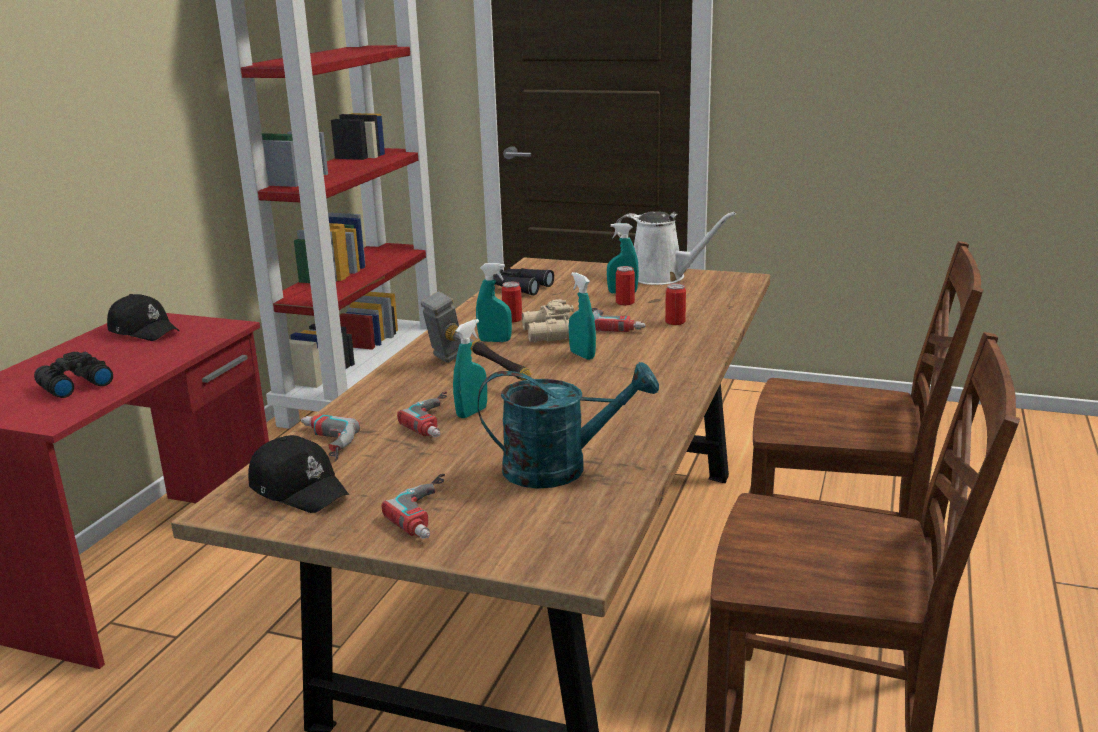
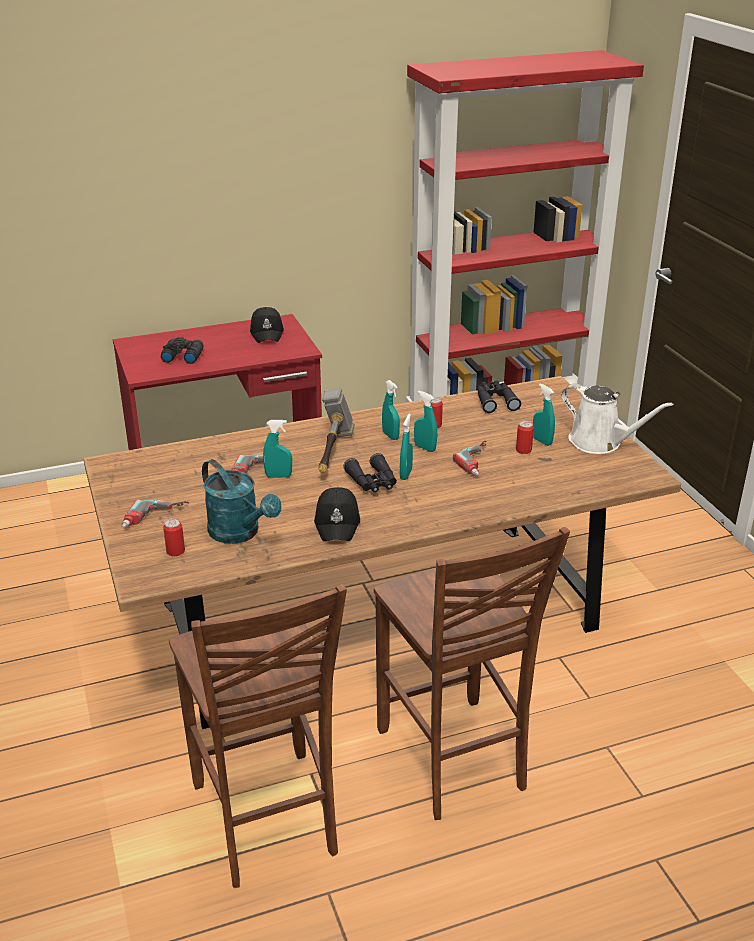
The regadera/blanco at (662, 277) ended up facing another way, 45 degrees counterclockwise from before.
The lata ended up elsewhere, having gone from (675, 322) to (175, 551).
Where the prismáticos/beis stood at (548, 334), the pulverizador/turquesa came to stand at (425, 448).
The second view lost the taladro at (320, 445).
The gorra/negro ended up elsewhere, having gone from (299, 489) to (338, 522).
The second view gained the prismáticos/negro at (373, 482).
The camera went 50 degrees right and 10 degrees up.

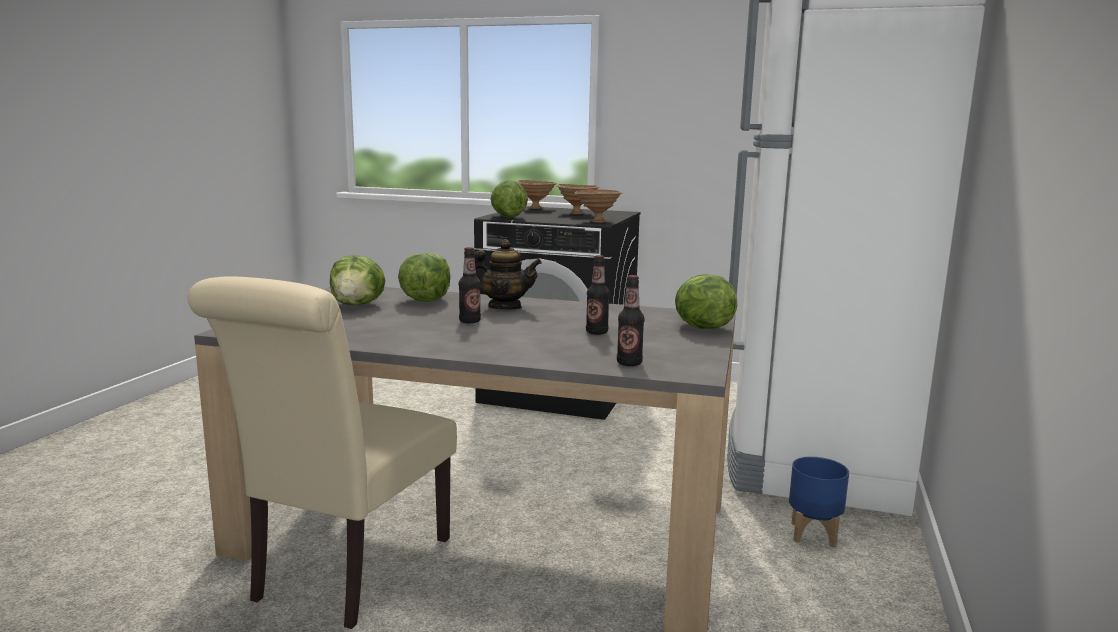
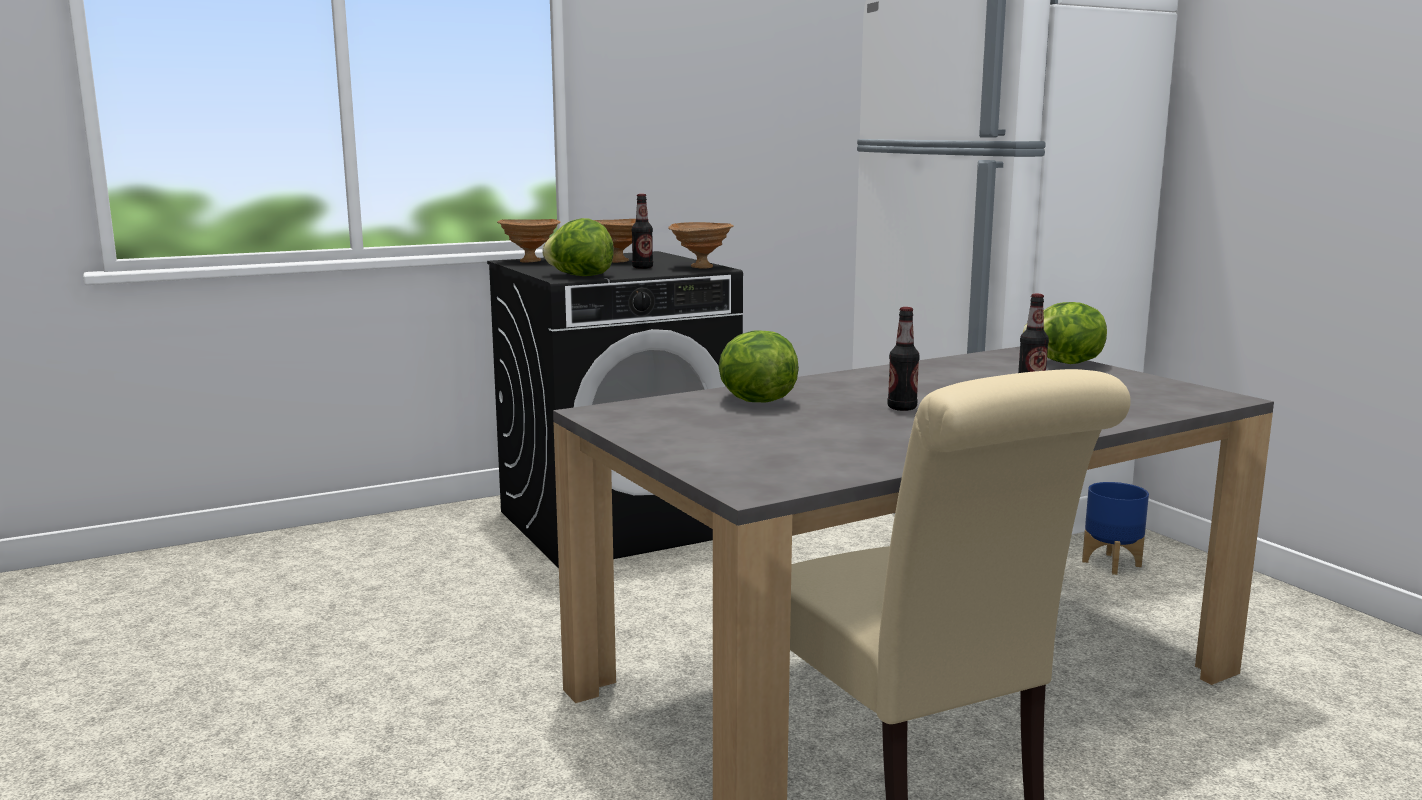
The second view lost the tetera at (504, 307).
The second view lost the lechuga at (358, 305).
The botella ended up elsewhere, having gone from (629, 363) to (642, 267).
The camera went 45 degrees left and 0 degrees up.

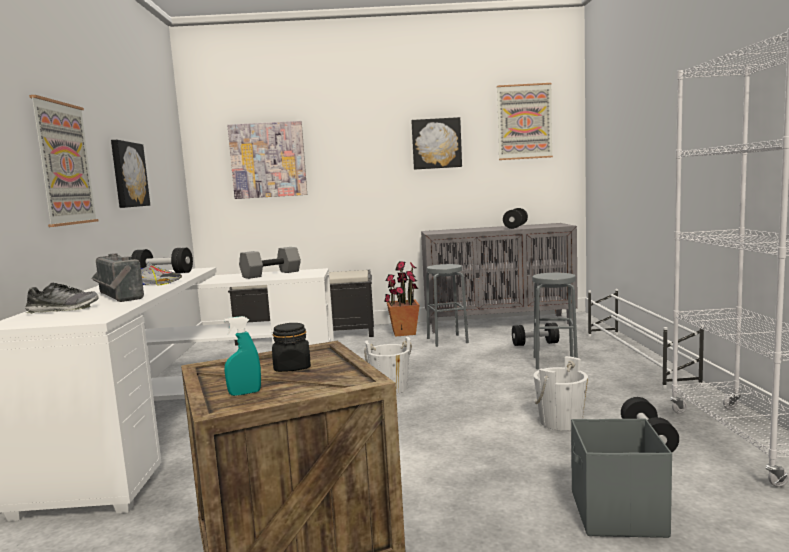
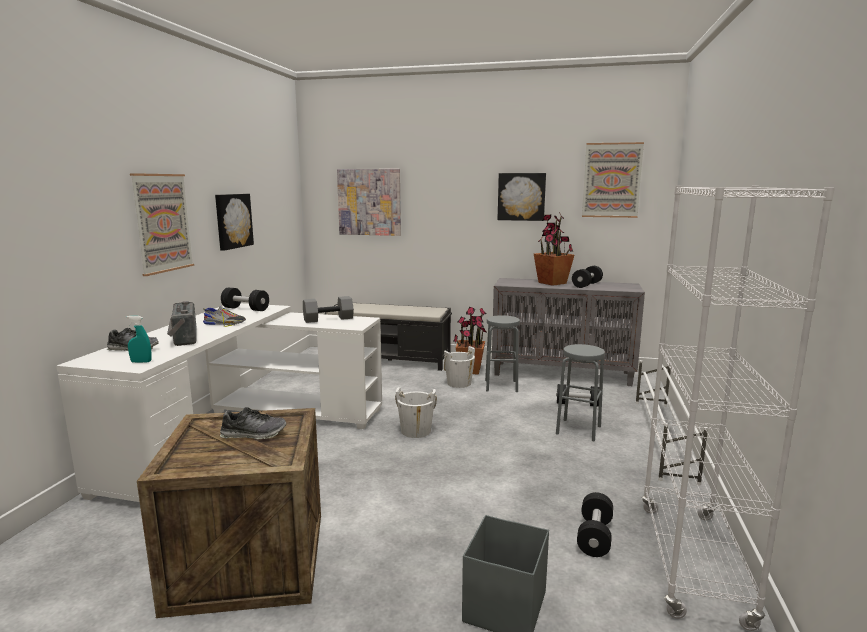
The pulverizador/turquesa ended up elsewhere, having gone from (245, 393) to (141, 362).
Where the tarro/negro stood at (292, 367), the zapato came to stand at (253, 434).
The cubo/blanco ended up elsewhere, having gone from (561, 422) to (459, 383).
The second view gained the planta en maceta at (552, 283).
The camera went 15 degrees right and 5 degrees up.

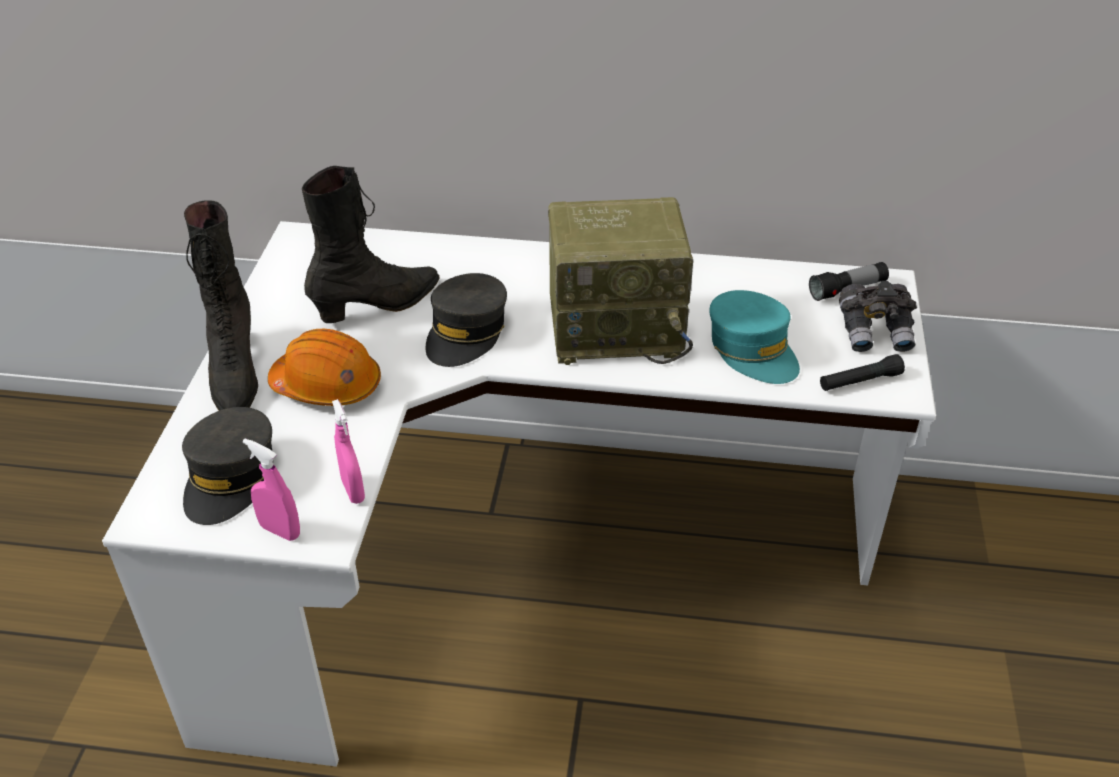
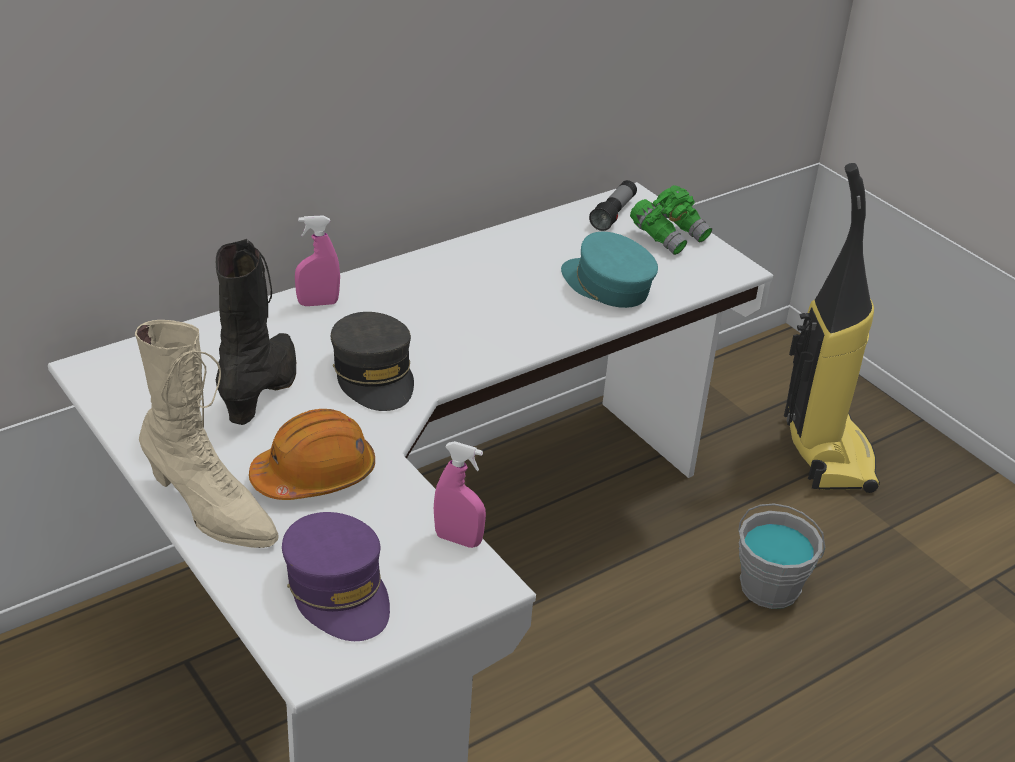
The second view lost the radio at (617, 328).
What was the bota/negro at (234, 373) turned into the bota/beis at (209, 510).
What was the prismáticos/gris at (875, 332) turned into the prismáticos/verde at (669, 236).
The gorra/turquesa at (752, 350) ended up facing another way, 150 degrees counterclockwise from before.
The second view lost the linterna/negro at (859, 381).
What was the gorra/gris at (230, 477) turned into the gorra/morado at (338, 590).
The pulverizador/rosa ended up elsewhere, having gone from (280, 530) to (318, 303).
The second view gained the aspiradora at (824, 453).
The second view gained the cubo/gris at (770, 587).
The camera went 45 degrees left and 5 degrees down.

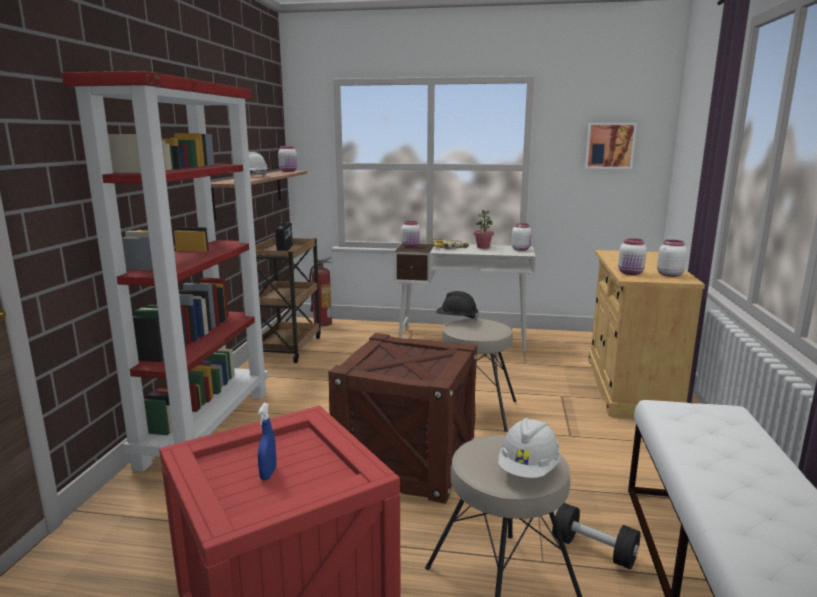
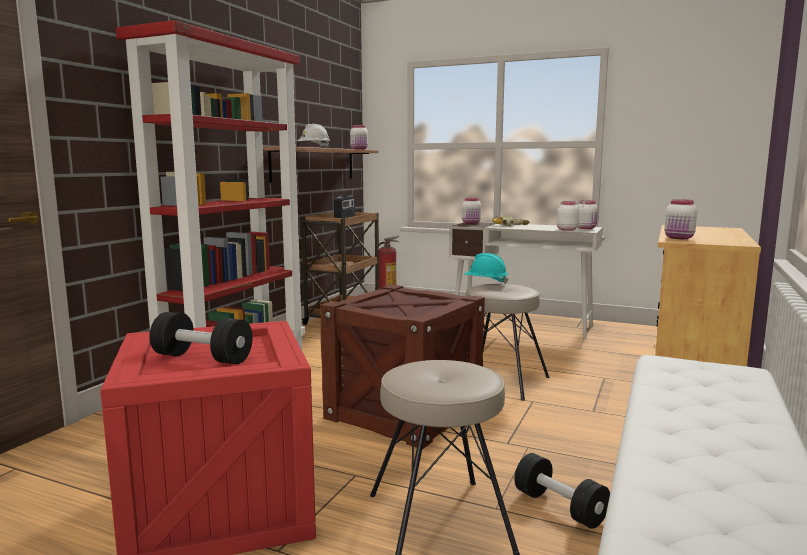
The second view lost the cuadro at (609, 145).
The second view lost the planta en maceta at (483, 247).
The tarro/blanco ended up elsewhere, having gone from (668, 275) to (566, 229).
What was the casco/negro at (456, 319) turned into the casco/turquesa at (485, 282).
Where the pulverizador/azul stood at (268, 473), the mancuerna/negro came to stand at (202, 358).
The second view lost the casco/blanco at (528, 469).
The camera went 15 degrees right and 5 degrees down.

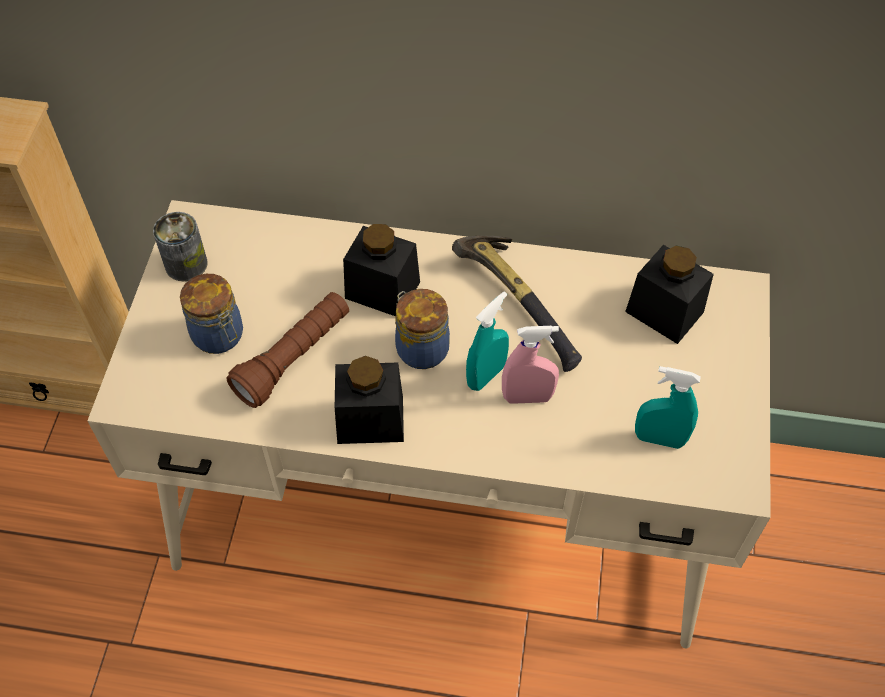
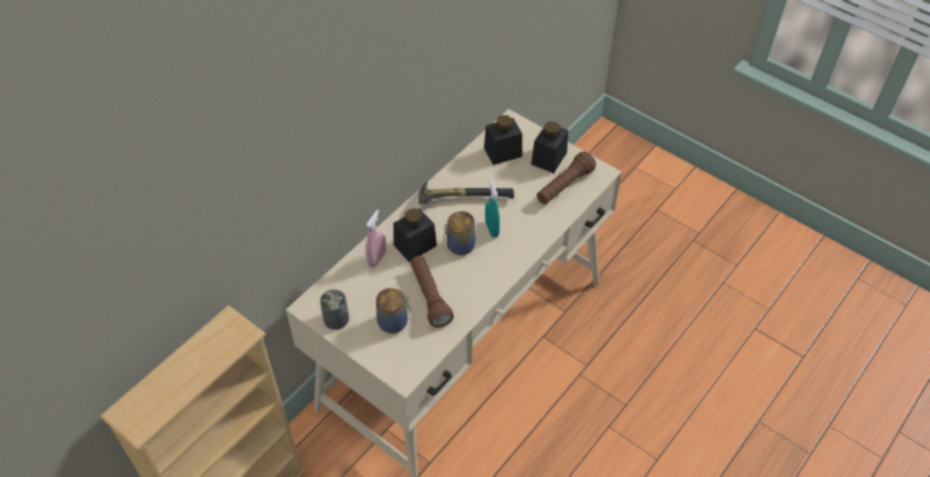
The pulverizador/rosa ended up elsewhere, having gone from (527, 397) to (377, 259).
The tarro/negro ended up elsewhere, having gone from (370, 420) to (549, 158).
Where the pulverizador/turquesa stood at (659, 439), the linterna/marrón came to stand at (564, 186).
The camera went 60 degrees left and 5 degrees down.

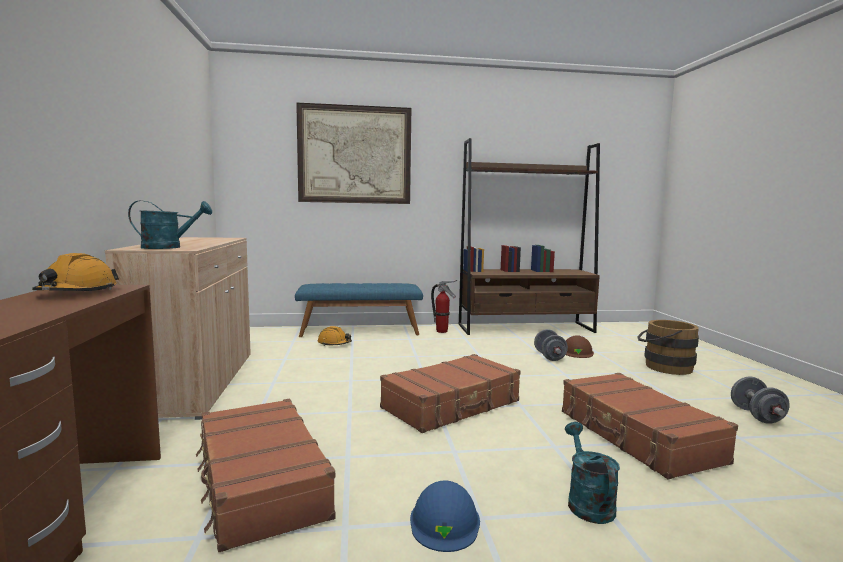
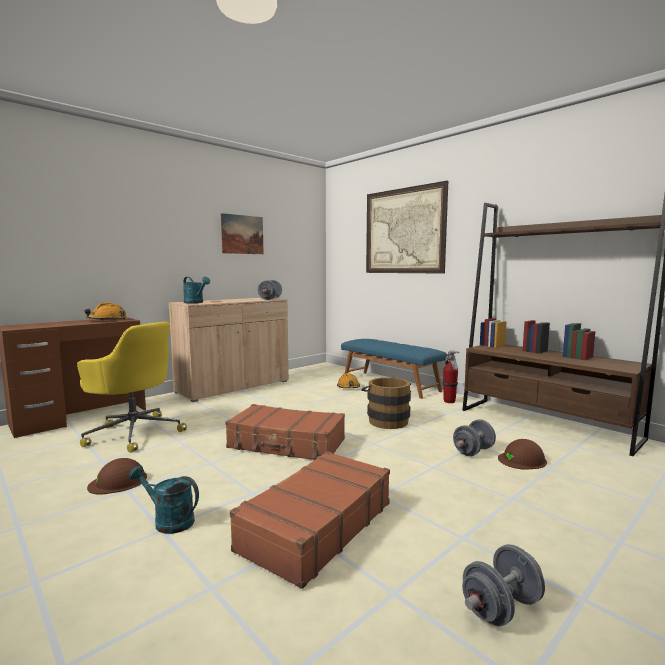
The cubo/marrón ended up elsewhere, having gone from (663, 367) to (386, 420).
Where the maleta/marrón stood at (260, 483), the silla de oficina/amarillo came to stand at (134, 433).
The regadera/turquesa at (587, 502) ended up facing another way, 120 degrees counterclockwise from before.
What was the casco/azul at (445, 521) turned into the casco/marrón at (118, 482).
The second view gained the cuadro at (242, 234).
The second view gained the mancuerna/gris at (270, 299).
The camera went 55 degrees right and 0 degrees up.

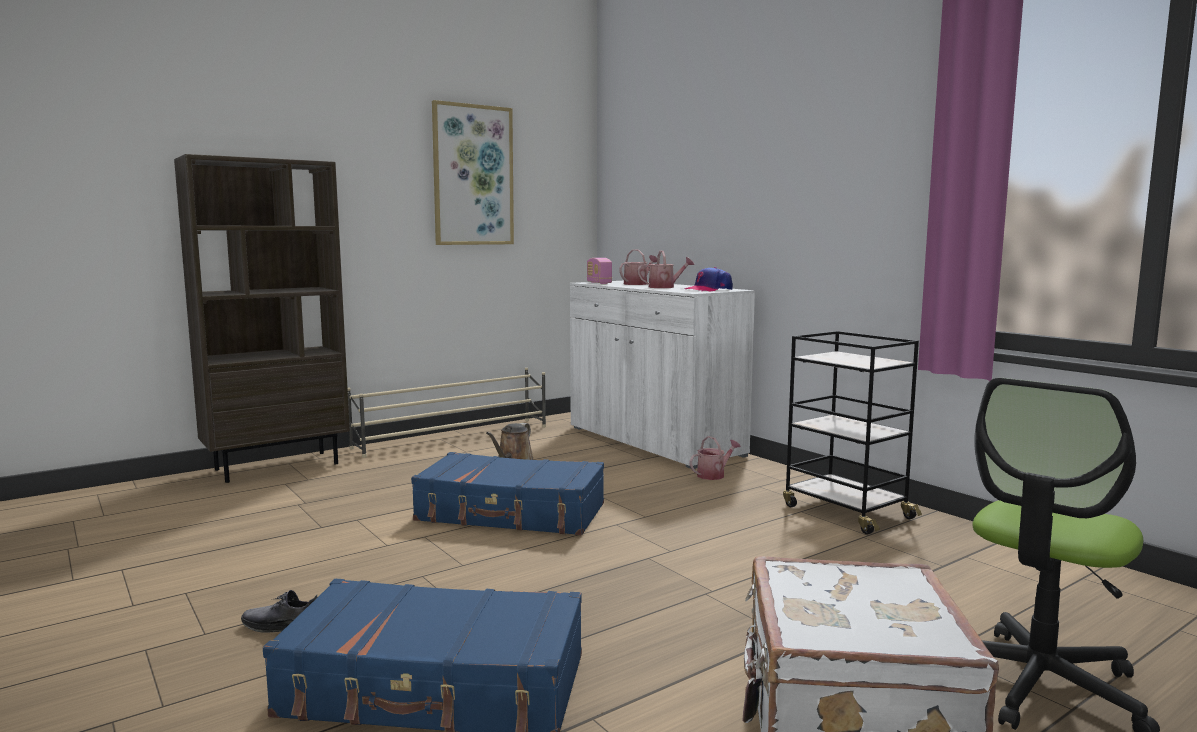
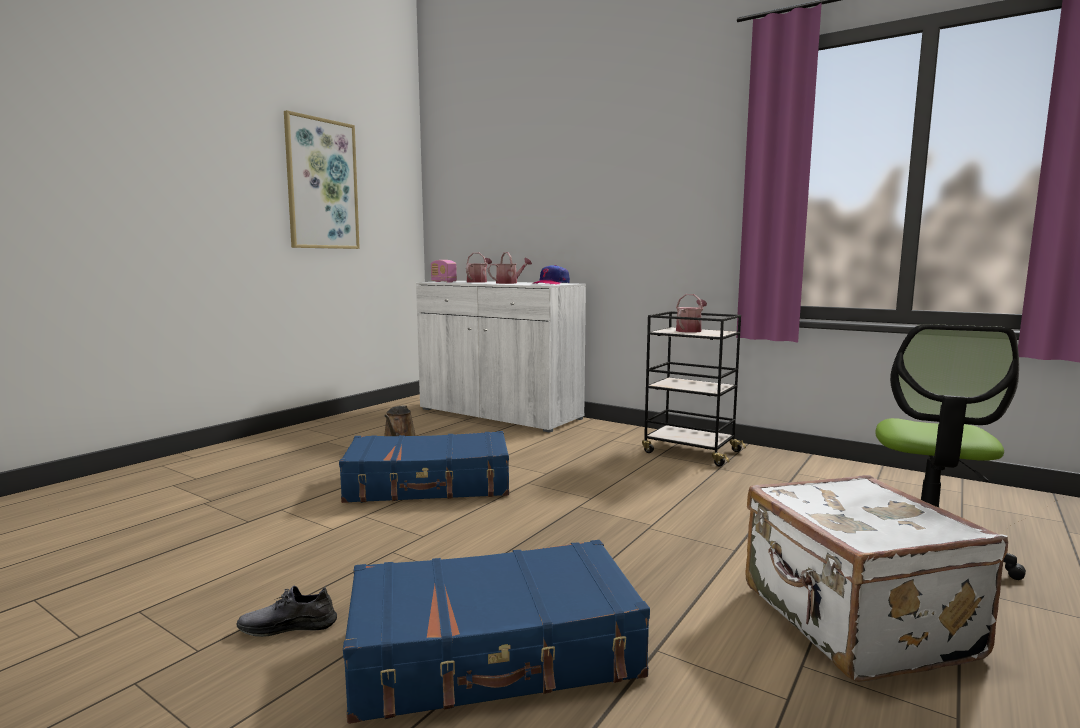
The second view lost the estantería/marrón at (278, 466).
The second view lost the zapatero/beis at (454, 437).
The regadera ended up elsewhere, having gone from (714, 475) to (690, 330).
The camera went 20 degrees left and 0 degrees up.

